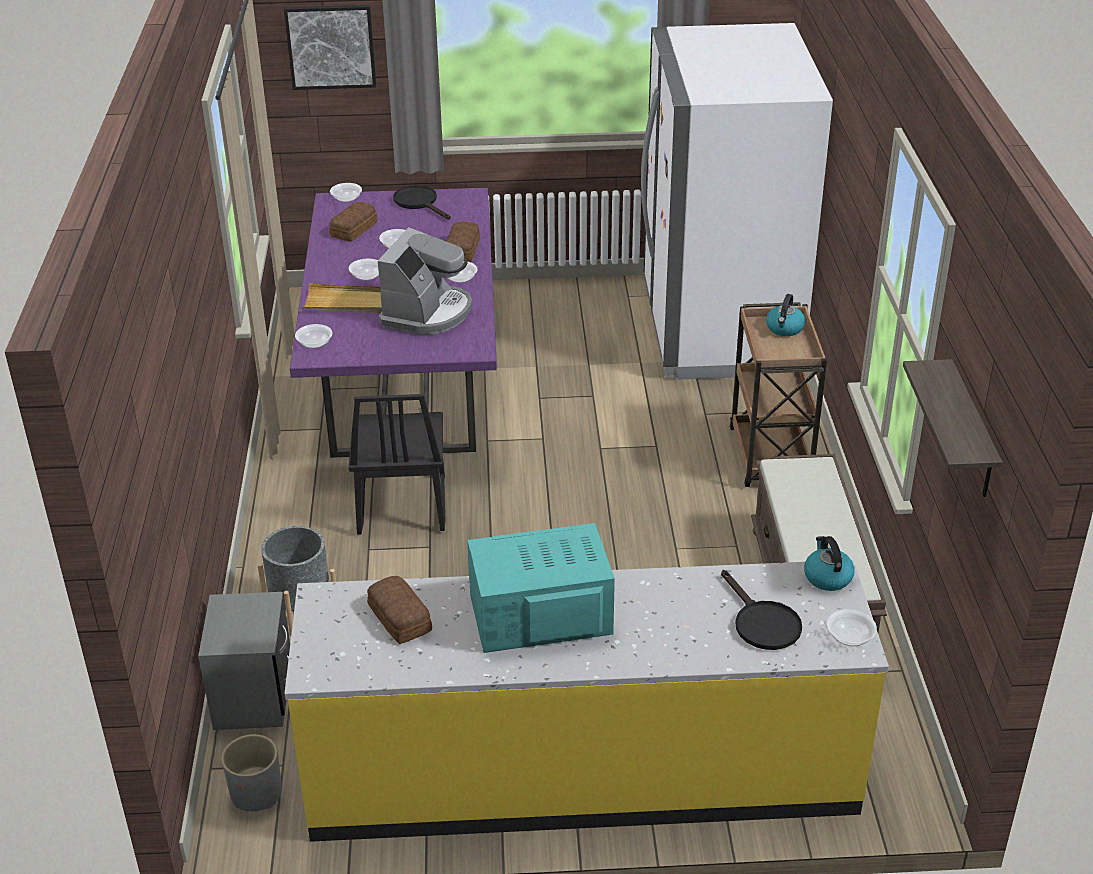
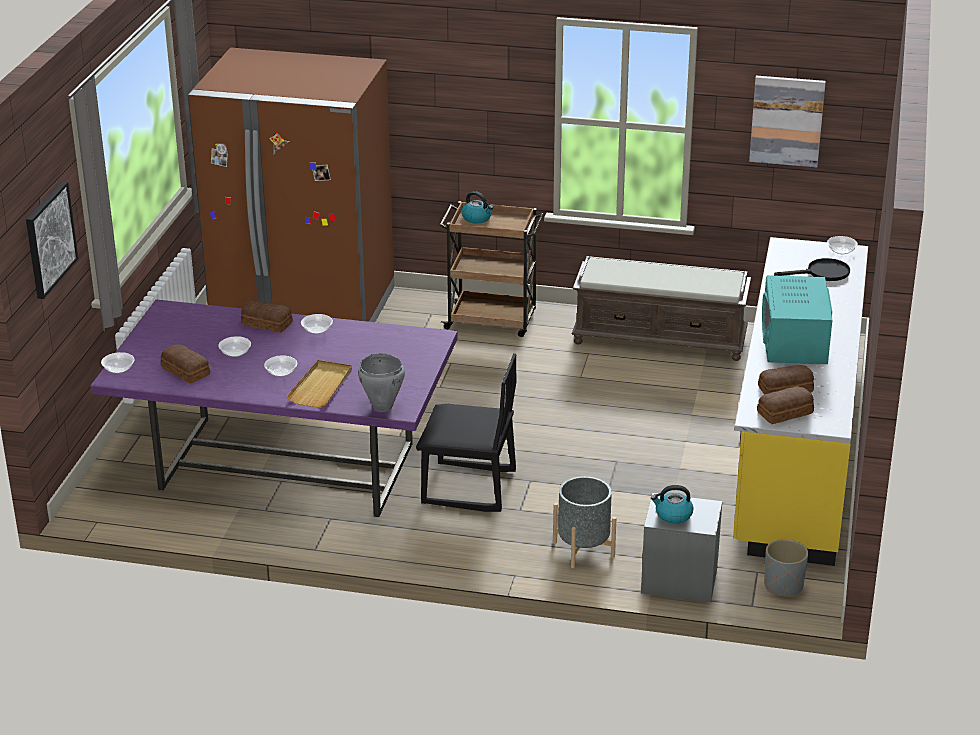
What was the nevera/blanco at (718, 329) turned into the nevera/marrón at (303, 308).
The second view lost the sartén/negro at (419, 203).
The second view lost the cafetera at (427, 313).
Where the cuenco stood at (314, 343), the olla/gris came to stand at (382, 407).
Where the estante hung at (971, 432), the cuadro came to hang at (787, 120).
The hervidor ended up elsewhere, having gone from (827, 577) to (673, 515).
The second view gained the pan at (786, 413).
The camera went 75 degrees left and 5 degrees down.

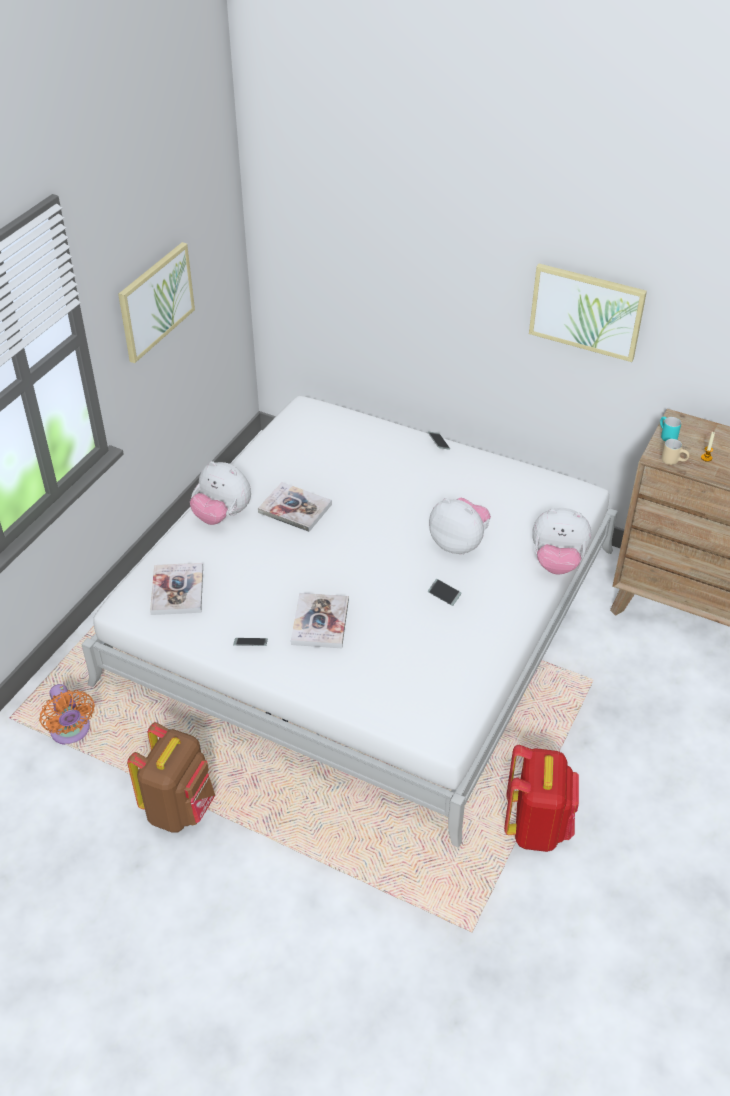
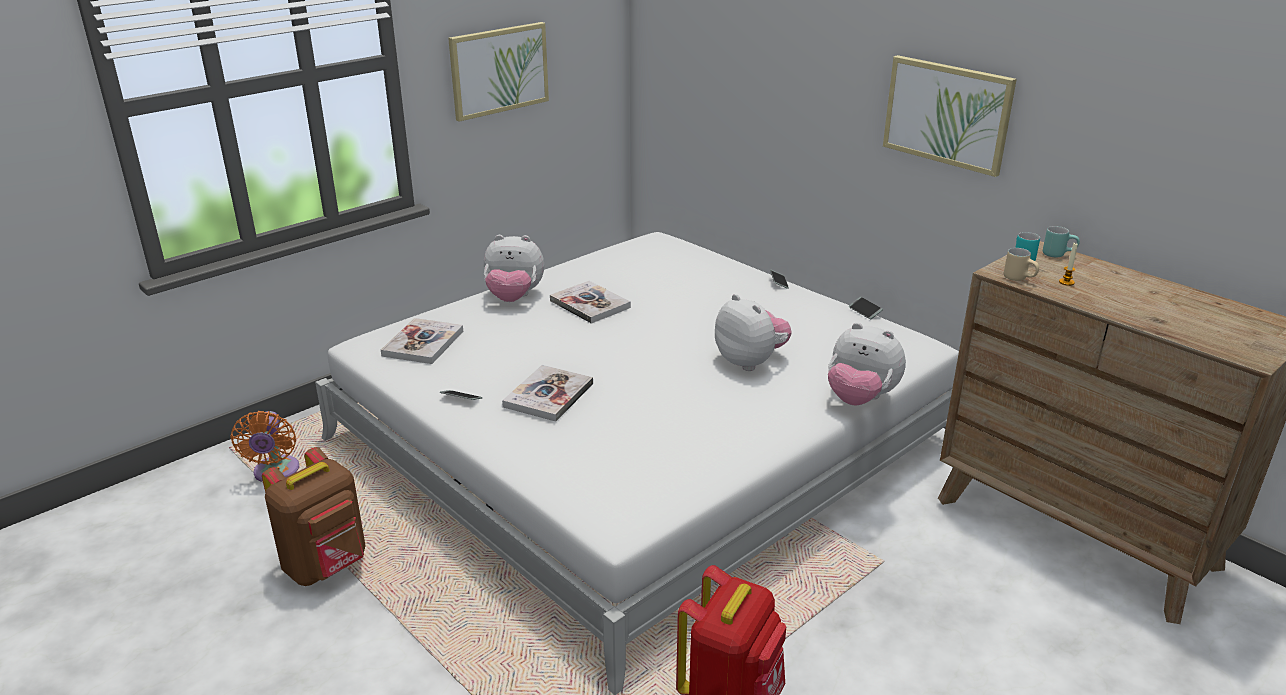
The peluche at (222, 515) ended up facing another way, 45 degrees counterclockwise from before.
The móvil ended up elsewhere, having gone from (444, 594) to (865, 311).
The second view gained the taza grande/turquesa at (1058, 254).
The camera went 20 degrees right and 15 degrees down.

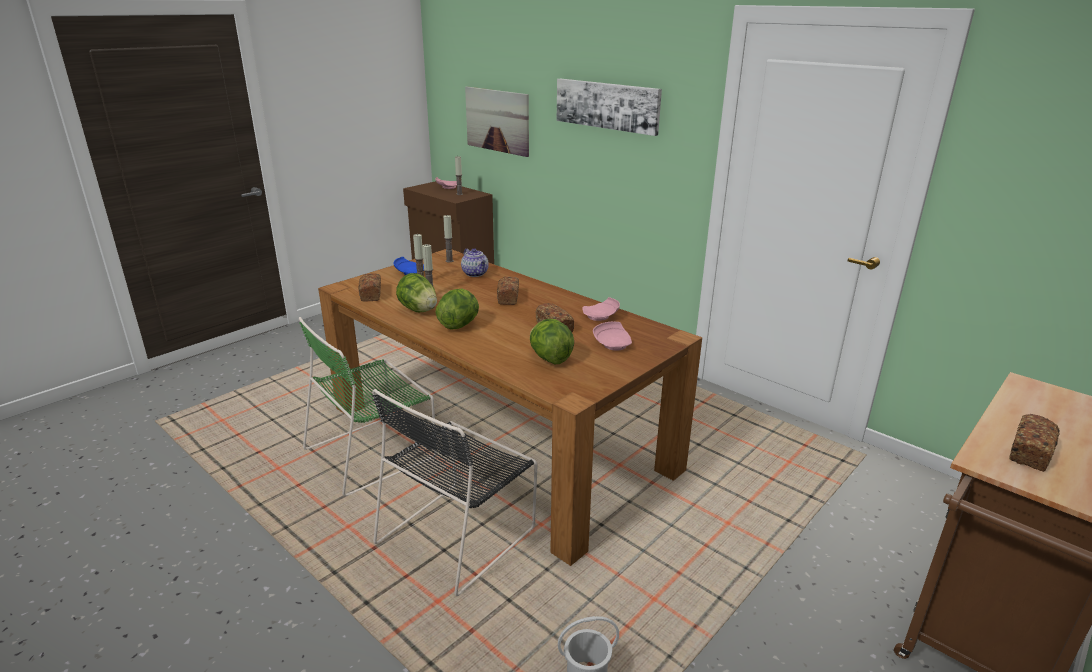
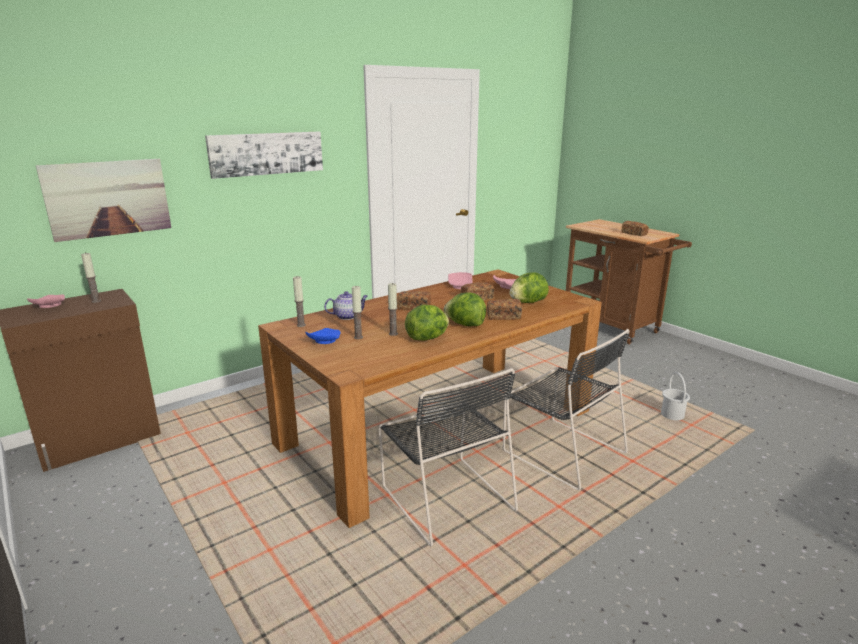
The pan ended up elsewhere, having gone from (371, 295) to (503, 317).
What was the silla/verde at (374, 452) turned into the silla/negro at (445, 496).
The camera went 80 degrees left and 5 degrees down.

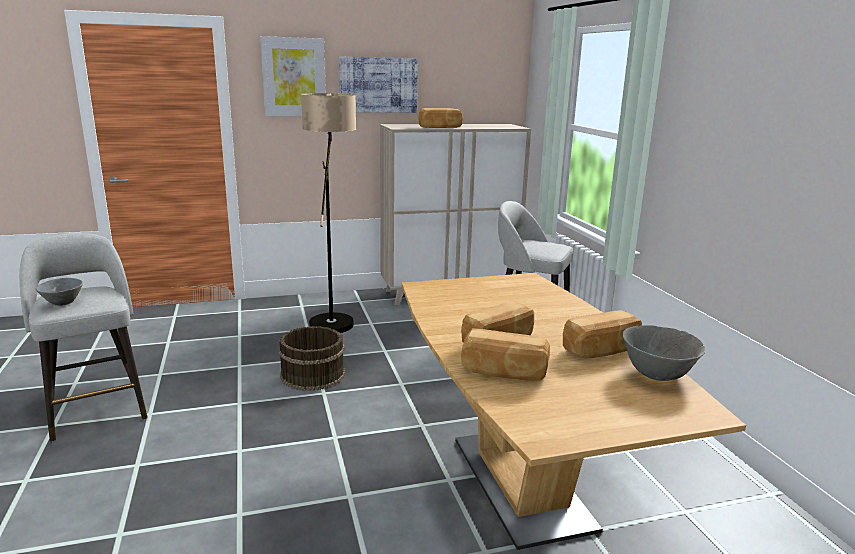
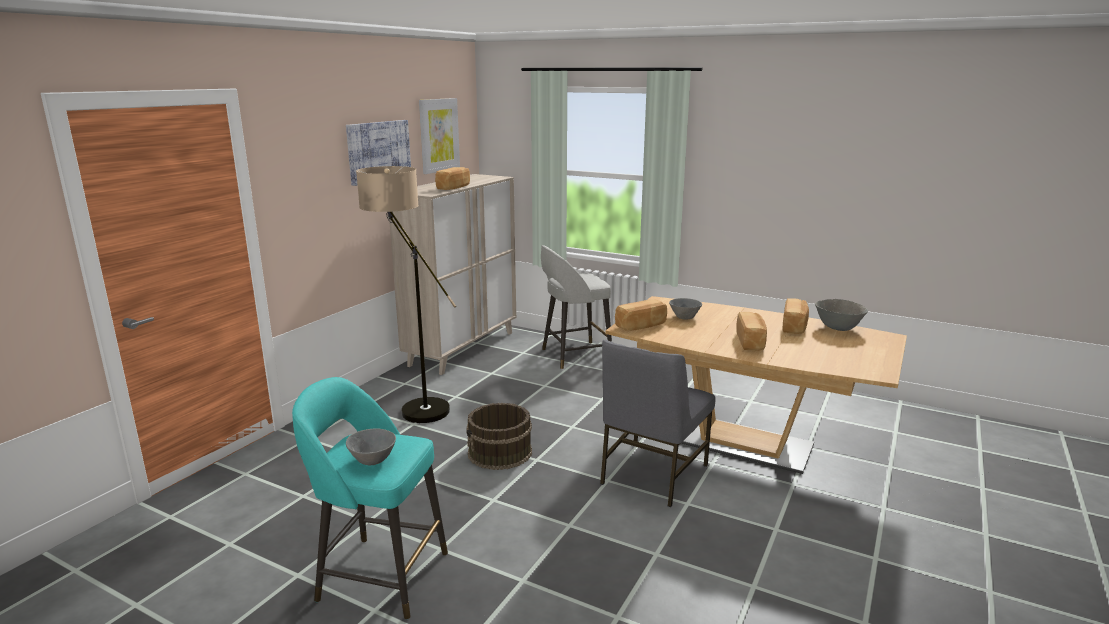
The cuadro ended up elsewhere, having gone from (294, 77) to (439, 135).
What was the taburete/gris at (96, 408) turned into the taburete/turquesa at (380, 575).
The pan ended up elsewhere, having gone from (504, 372) to (641, 326).
The second view gained the cuenco/gris at (685, 317).
The second view gained the silla/gris at (651, 474).
The camera went 45 degrees left and 0 degrees up.

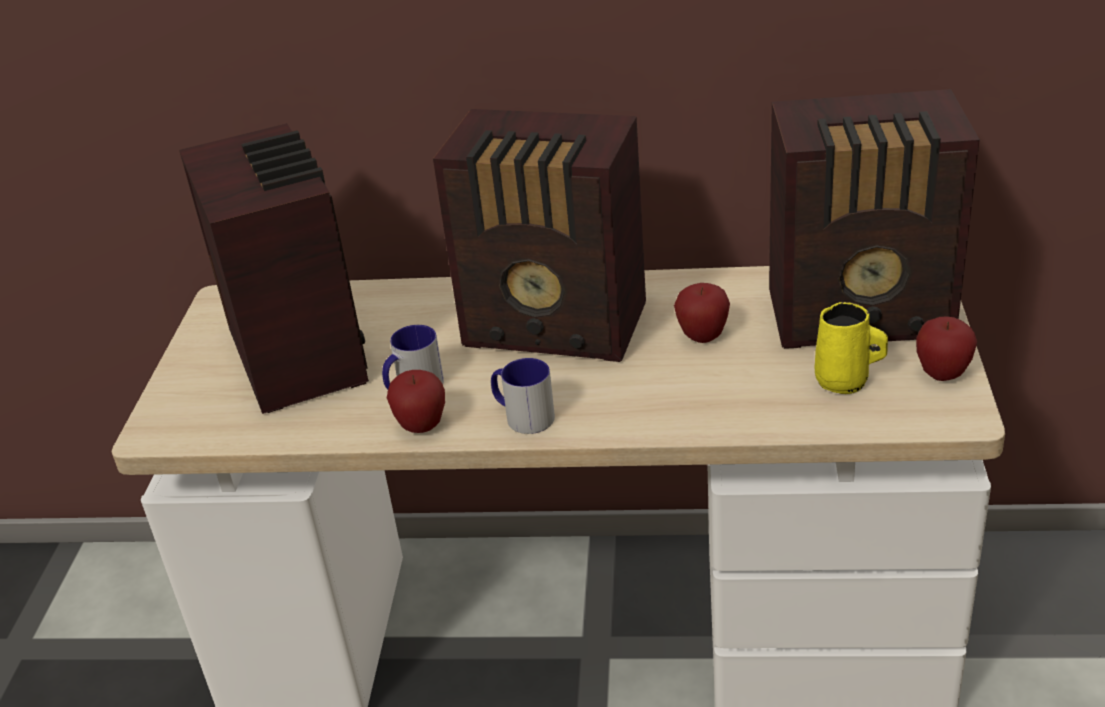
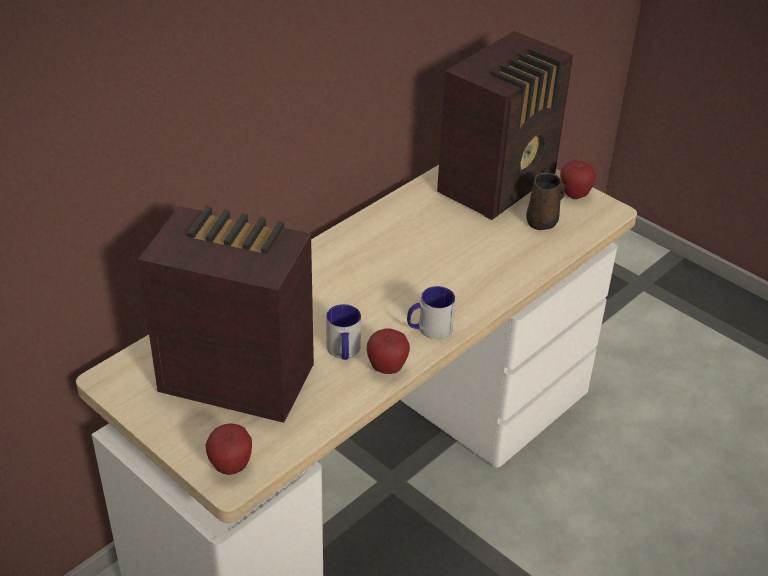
The second view lost the radio at (558, 328).
The manzana ended up elsewhere, having gone from (702, 337) to (231, 467).
What was the taza grande/amarillo at (845, 382) turned into the taza grande/marrón at (543, 221).
The camera went 55 degrees left and 5 degrees up.

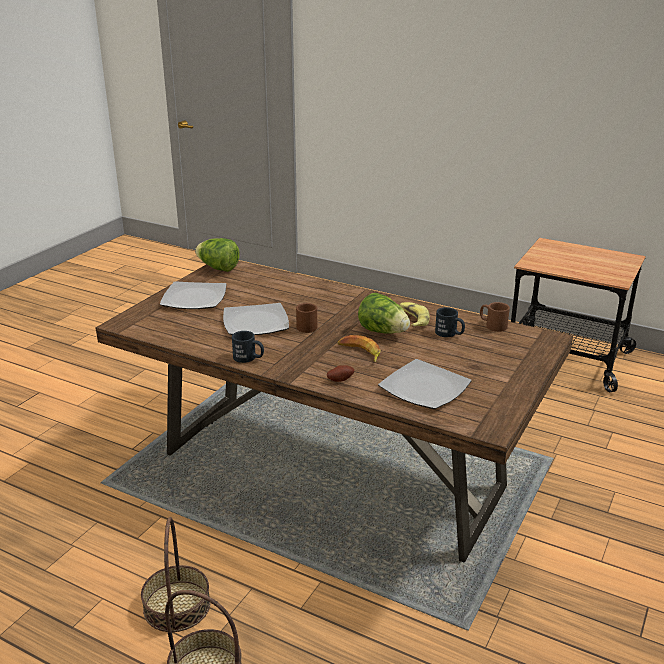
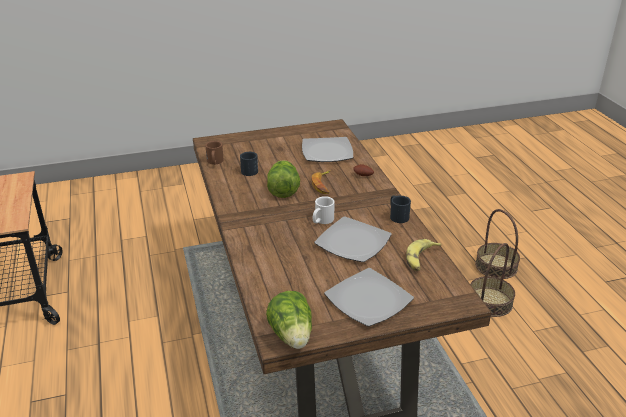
The plátano ended up elsewhere, having gone from (412, 319) to (420, 259).
What was the taza grande/marrón at (306, 325) turned into the taza grande/blanco at (321, 220).
The camera went 135 degrees left and 5 degrees up.

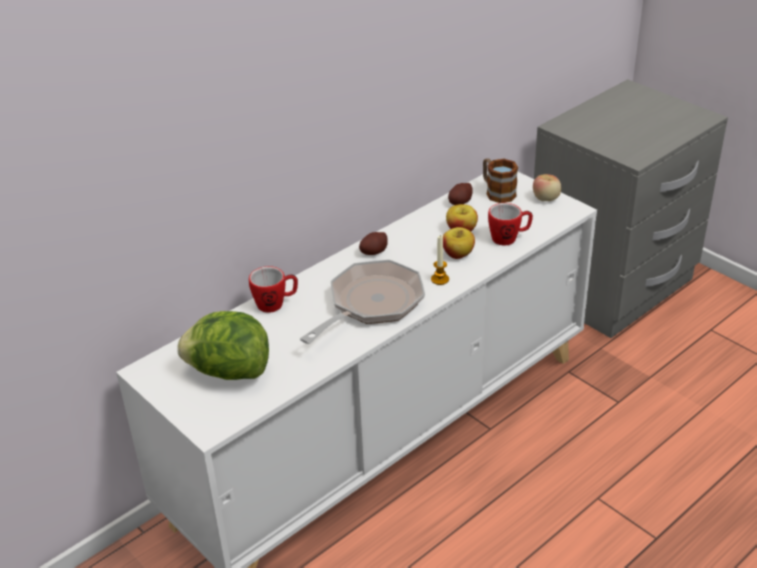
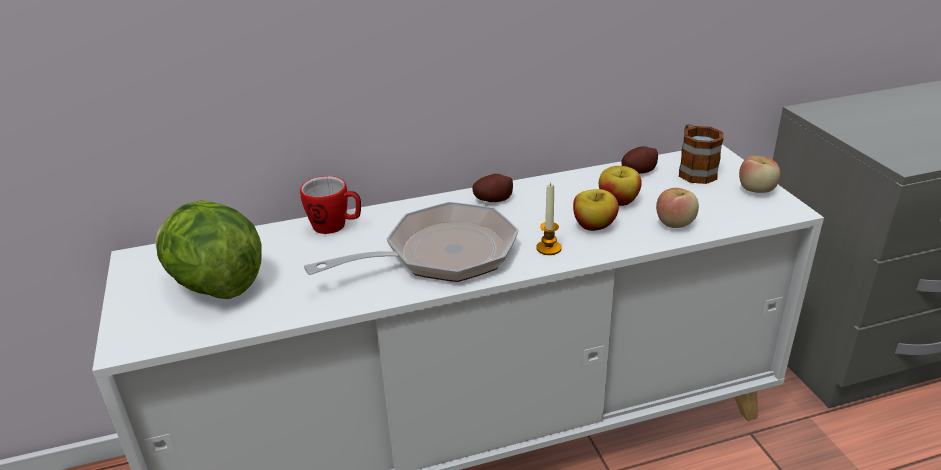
Where the taza grande stood at (509, 238), the manzana came to stand at (675, 223).
The camera went 25 degrees right and 5 degrees down.

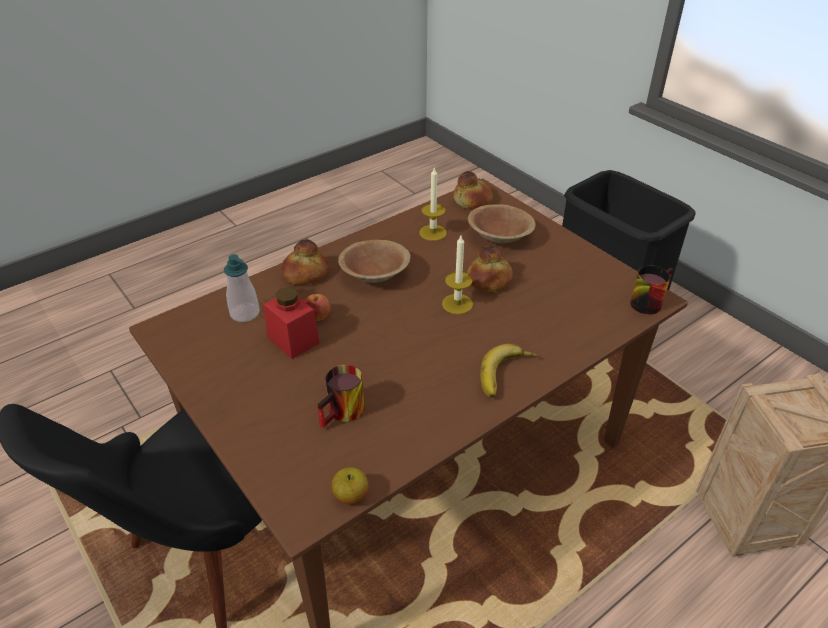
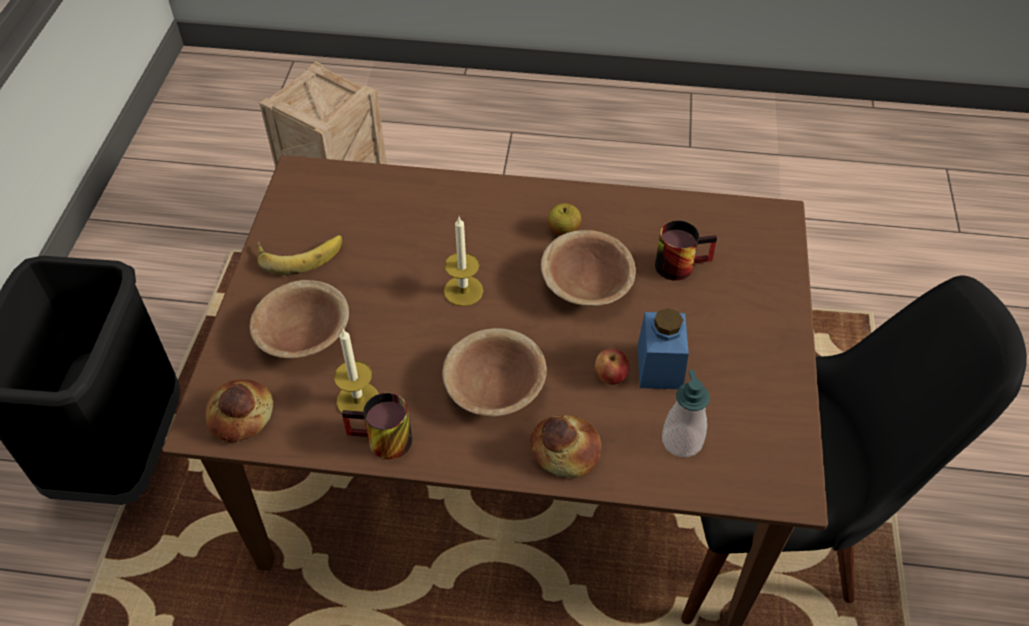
The second view lost the pan at (490, 280).
The taza grande ended up elsewhere, having gone from (647, 300) to (381, 443).
What was the tarro/rojo at (293, 340) turned into the tarro/azul at (659, 366).
The plátano ended up elsewhere, having gone from (507, 375) to (299, 253).
The manzana ended up elsewhere, having gone from (350, 496) to (563, 230).
The second view gained the cuenco/marrón at (586, 285).
The camera went 135 degrees left and 10 degrees up.

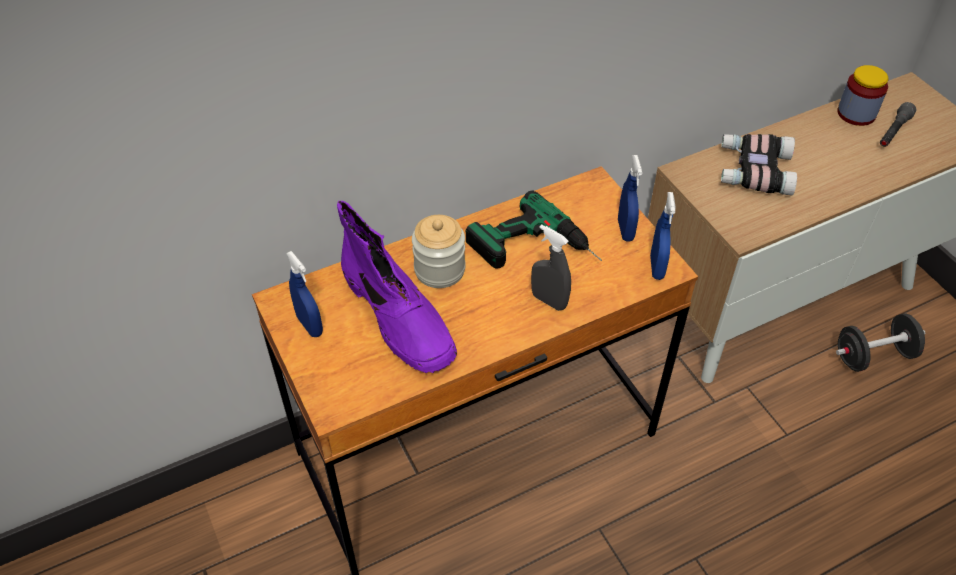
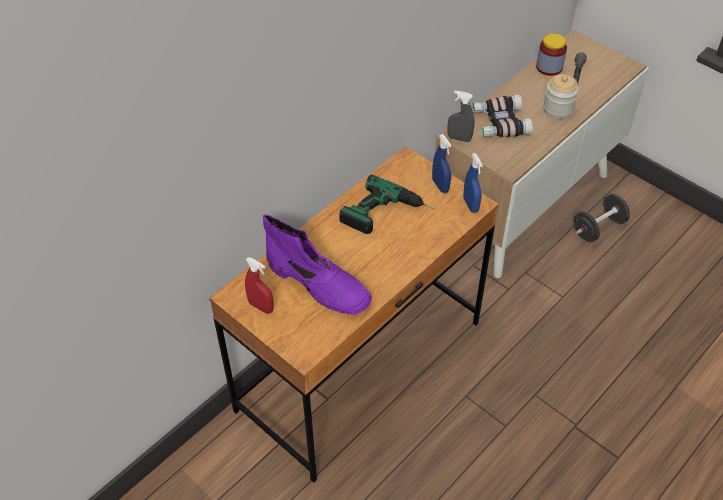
The tarro ended up elsewhere, having gone from (439, 270) to (558, 109).
The pulverizador/gris ended up elsewhere, having gone from (549, 301) to (459, 138).
What was the pulverizador/azul at (309, 325) turned into the pulverizador/rojo at (261, 307).
The camera went 20 degrees left and 0 degrees up.

